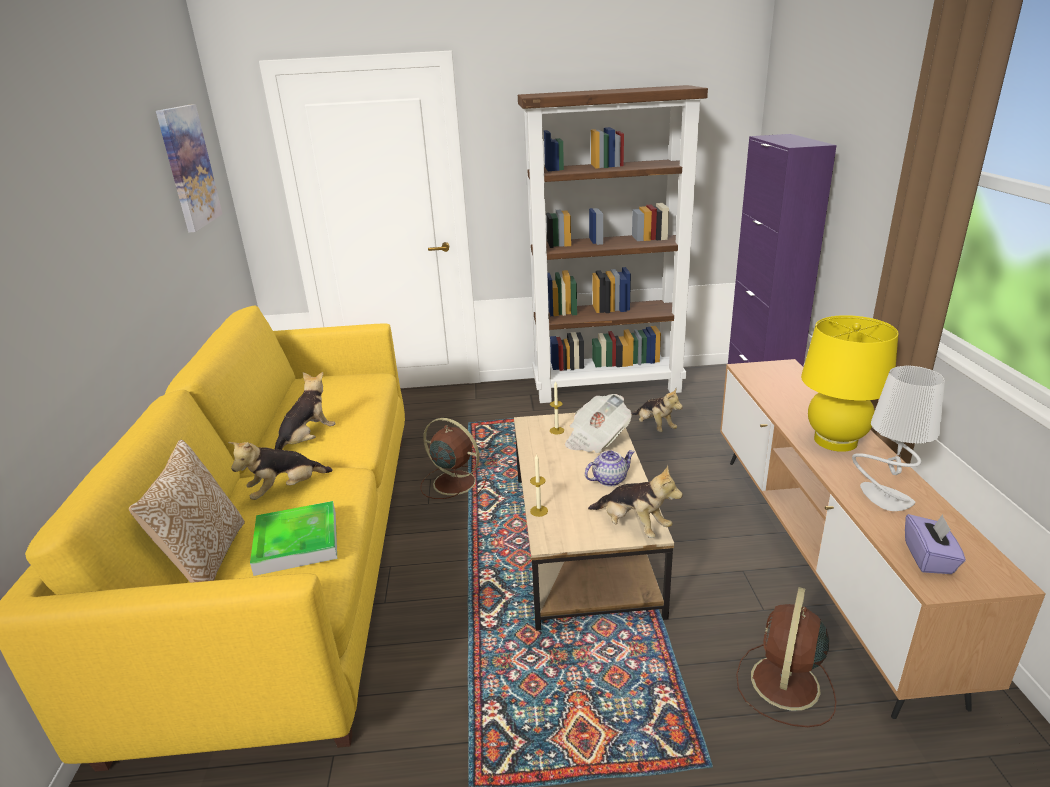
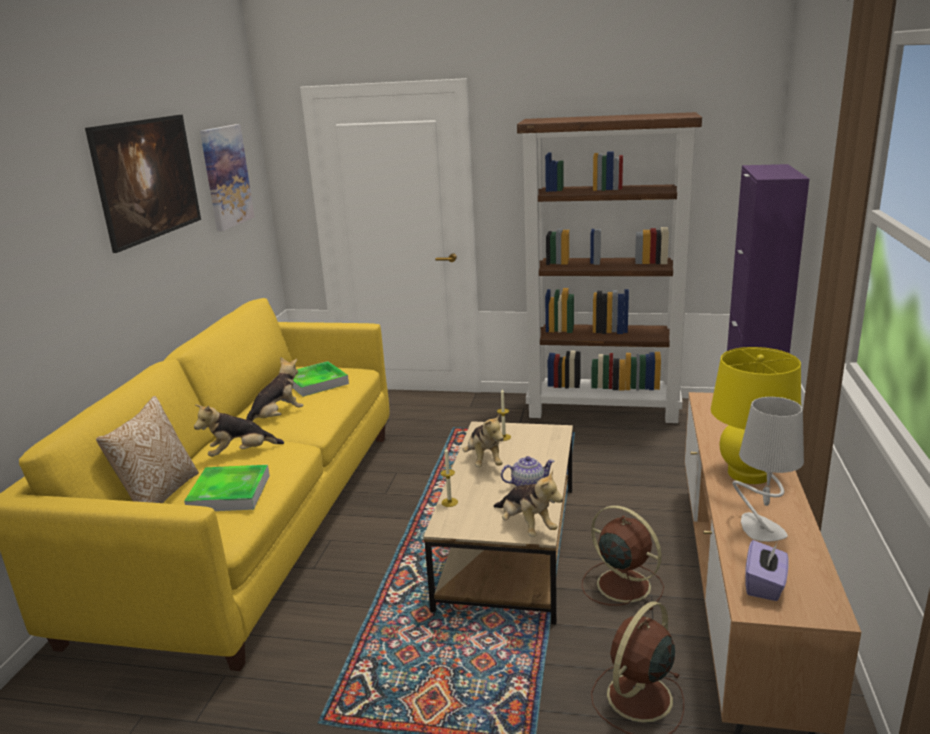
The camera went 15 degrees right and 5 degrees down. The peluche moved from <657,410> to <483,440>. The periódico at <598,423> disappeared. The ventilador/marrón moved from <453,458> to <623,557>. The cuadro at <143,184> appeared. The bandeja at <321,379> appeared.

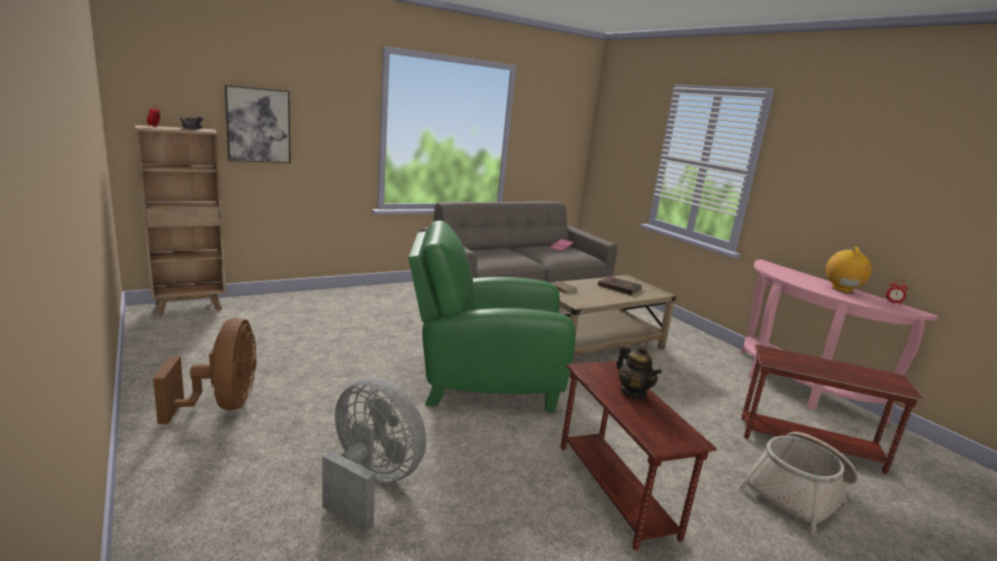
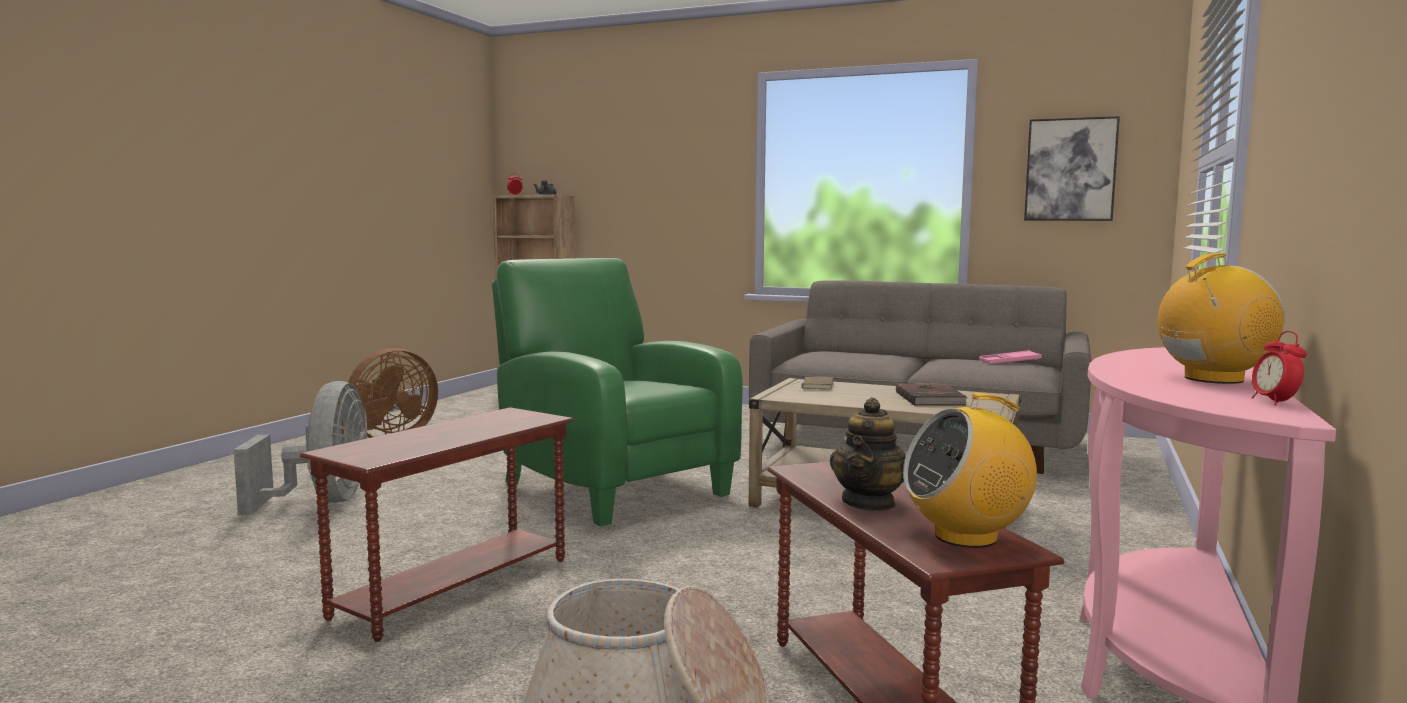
The camera went 55 degrees right and 10 degrees down. The cuadro moved from <258,124> to <1072,168>. The tetera moved from <639,372> to <868,454>. The radio at <970,470> appeared.

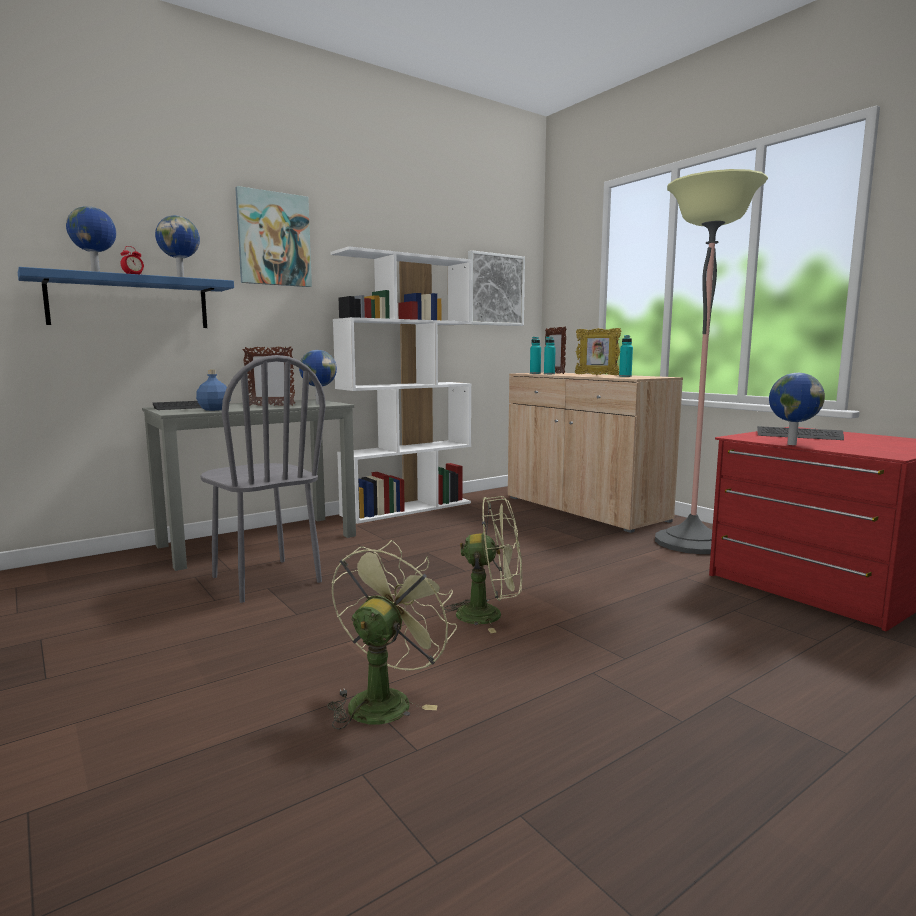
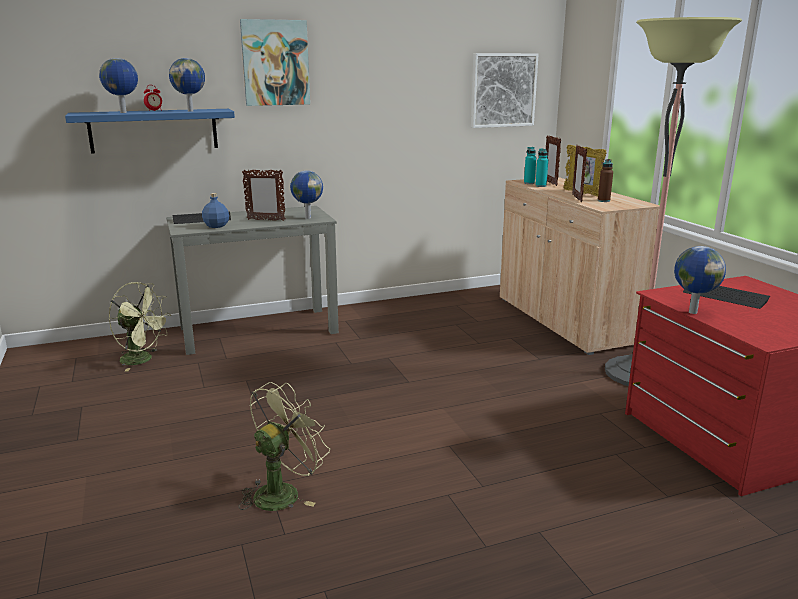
The camera went 15 degrees right and 10 degrees up. The estantería/blanco at <401,385> disappeared. The botella/turquesa at <626,356> became the botella/marrón at <605,180>. The silla/gris at <263,479> disappeared. The ventilador/verde moved from <483,564> to <140,327>. The portarretratos at <579,173> appeared.

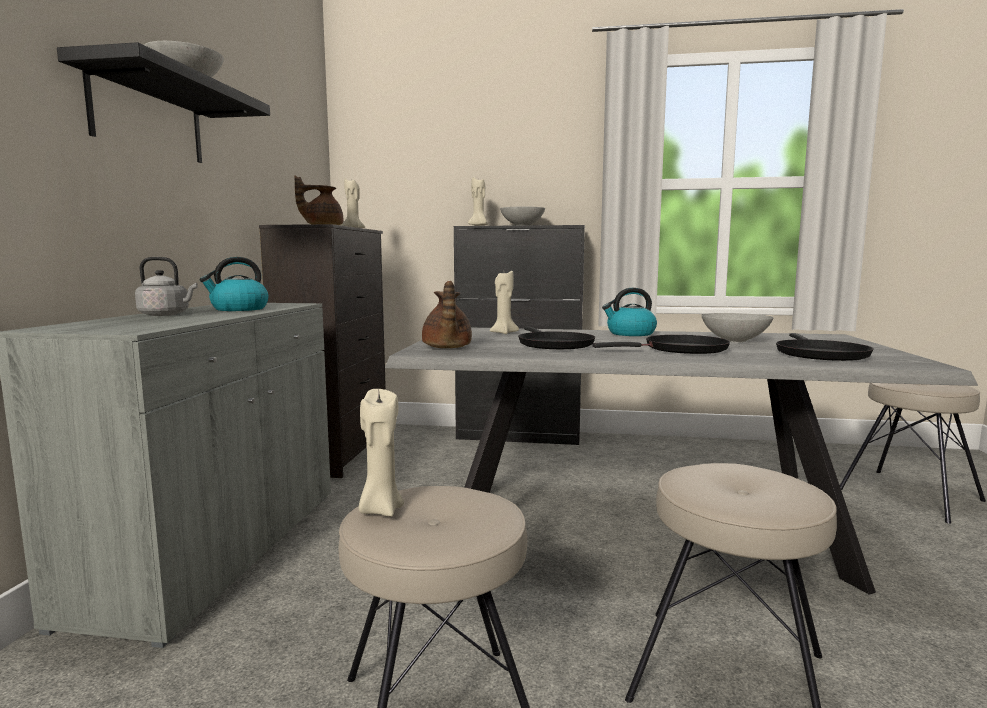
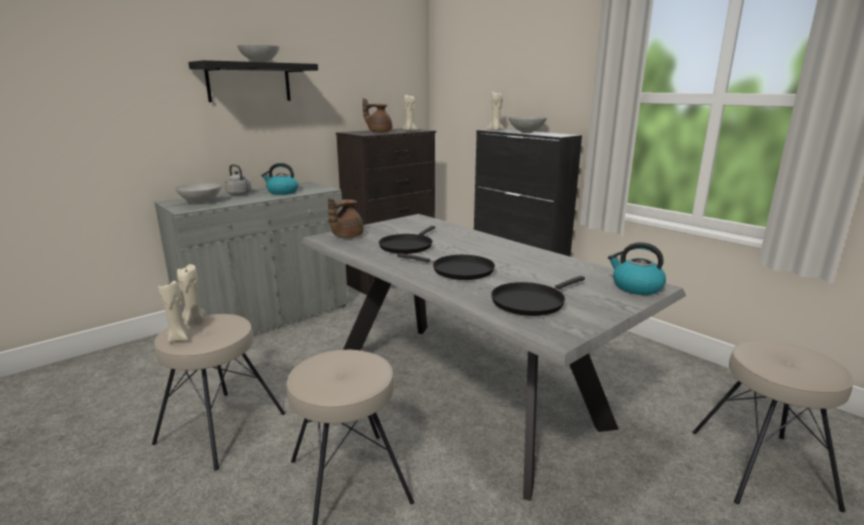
The camera went 40 degrees right and 10 degrees up. The vela/beis moved from <504,302> to <173,312>. The hervidor moved from <629,312> to <637,268>. The cuenco/gris moved from <737,328> to <198,193>.

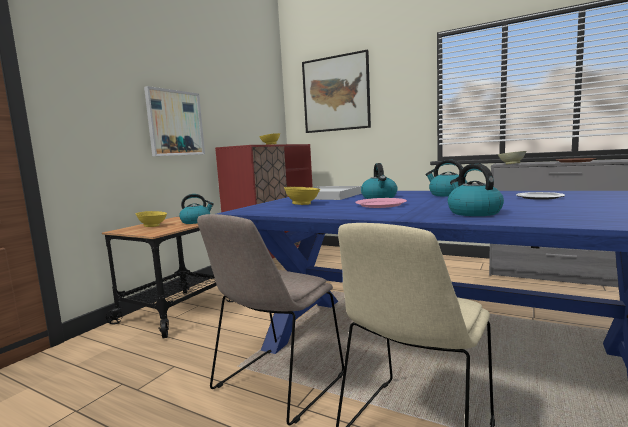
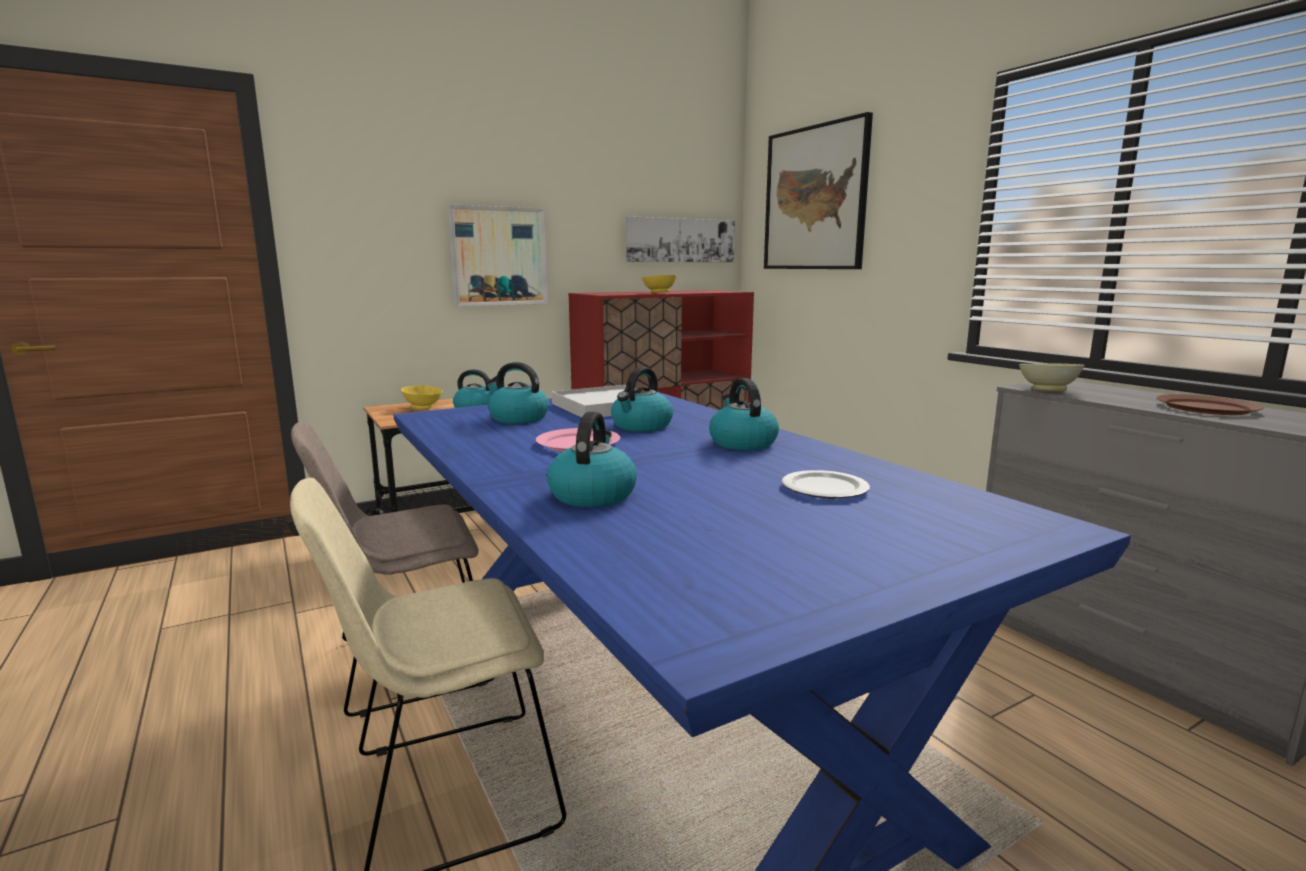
The camera went 30 degrees right and 5 degrees up. The cuenco/amarillo at <302,196> was replaced by the hervidor at <517,393>. The cuadro at <680,239> appeared.

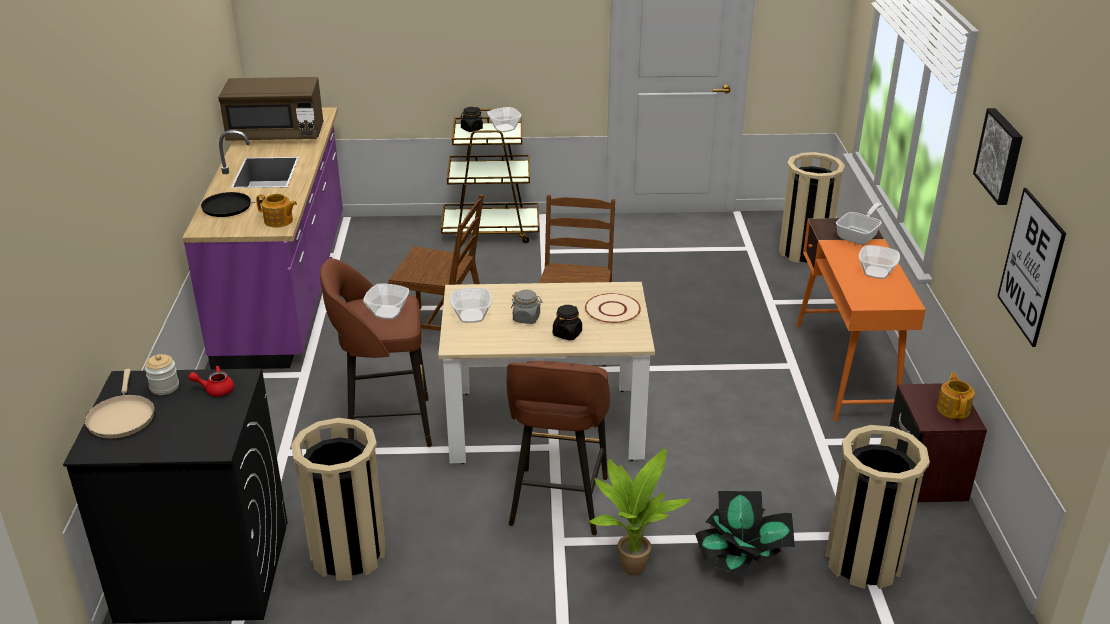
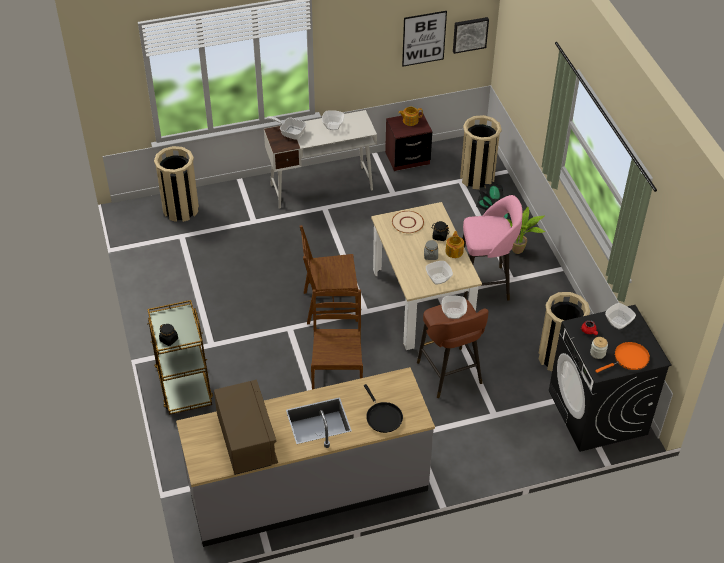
The camera went 105 degrees left and 15 degrees up. The mueble bajo de cocina/morado at <263,238> became the mueble bajo de cocina/gris at <305,457>. The cuenco moved from <504,119> to <620,316>. The cuadro moved from <998,156> to <471,35>. The tetera moved from <276,210> to <454,244>. The escritorio/naranja at <861,319> became the escritorio/blanco at <320,159>. The taburete/marrón at <558,448> became the taburete/rosa at <492,248>. The sartén/beis at <119,403> became the sartén/naranja at <622,357>.

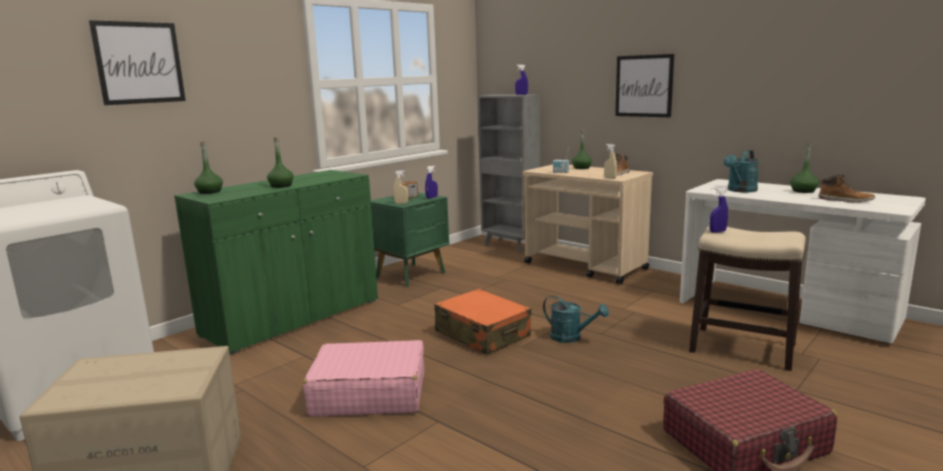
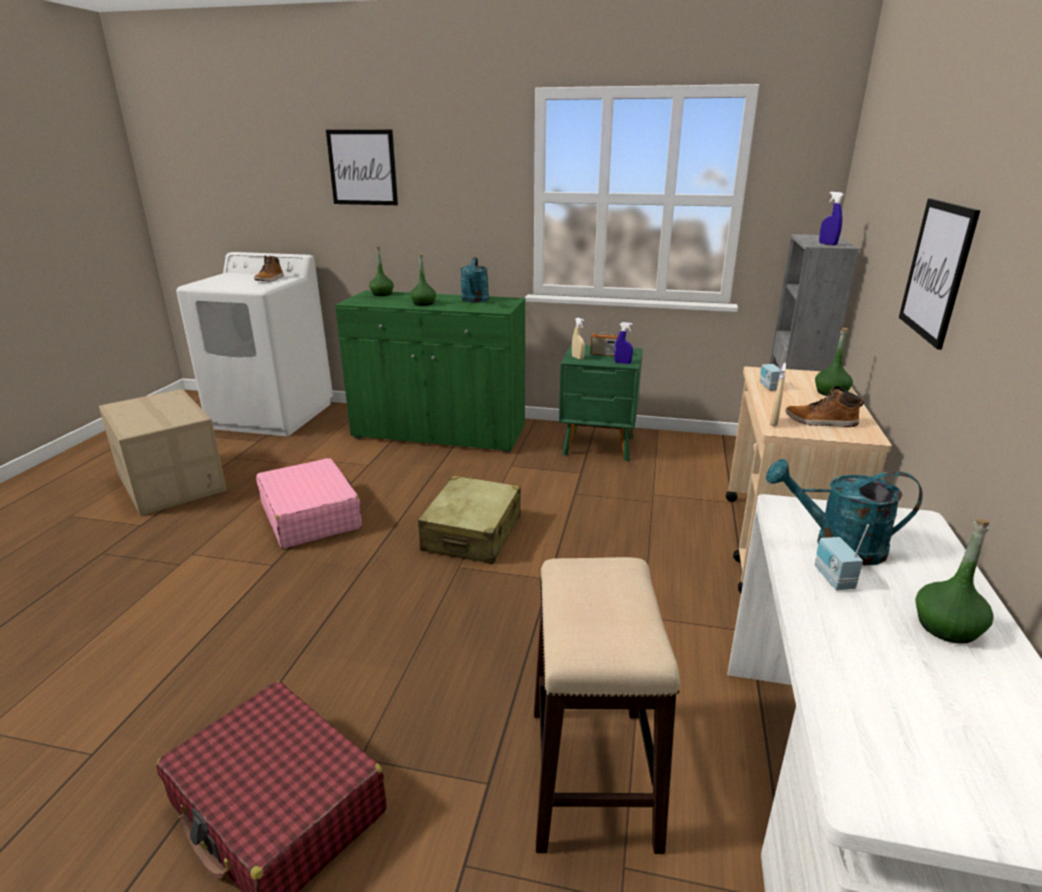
The camera went 60 degrees right and 10 degrees up. The bota moved from <846,188> to <269,269>. The pulverizador/azul at <719,210> disappeared. The maleta/naranja at <482,322> became the maleta/beis at <469,520>. The regadera/turquesa moved from <576,319> to <474,280>. The radio at <842,557> appeared.

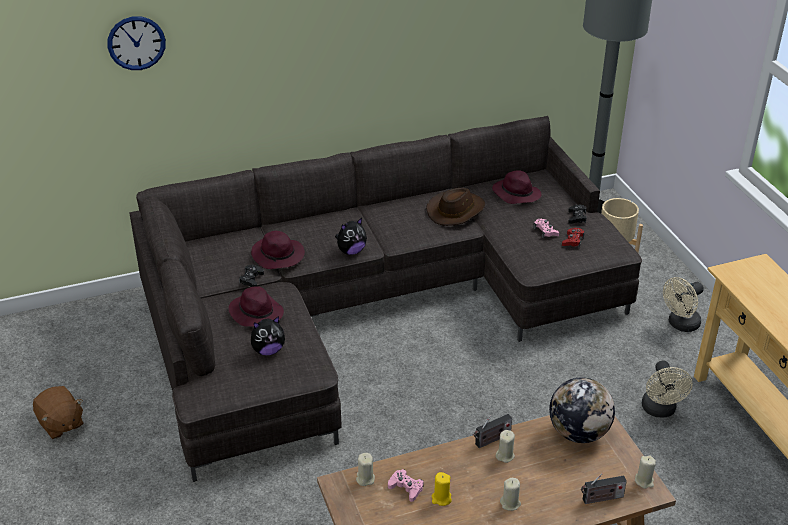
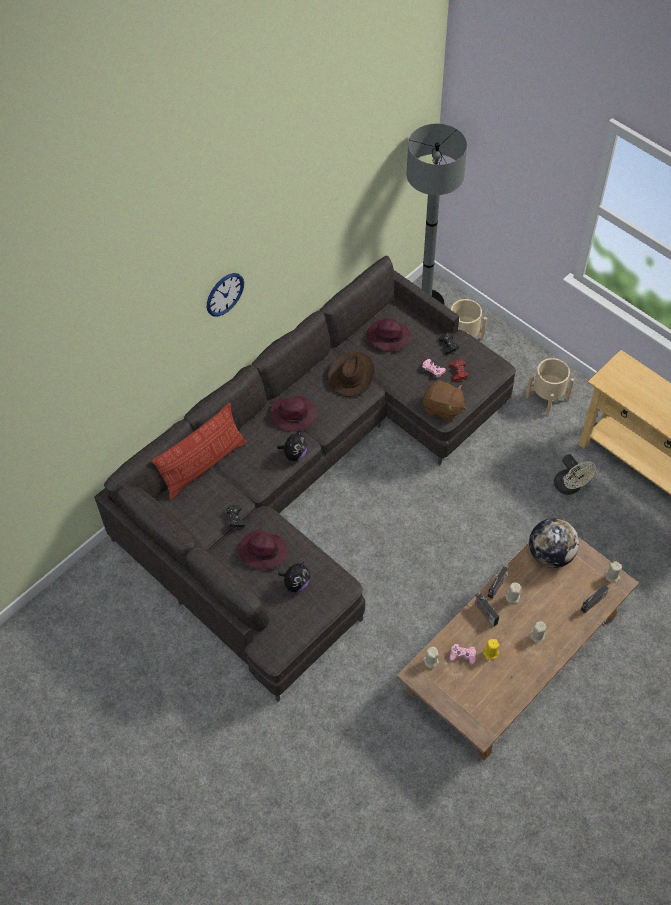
The camera went 25 degrees left and 20 degrees up. The reloj de pared moved from <136,43> to <225,295>. The sombrero/morado moved from <278,250> to <293,414>. The ventilador/beis at <683,304> was replaced by the maceta/beis at <550,387>. The peluche/marrón moved from <58,412> to <444,401>. The cojín at <199,451> appeared. The radio at <487,610> appeared.

